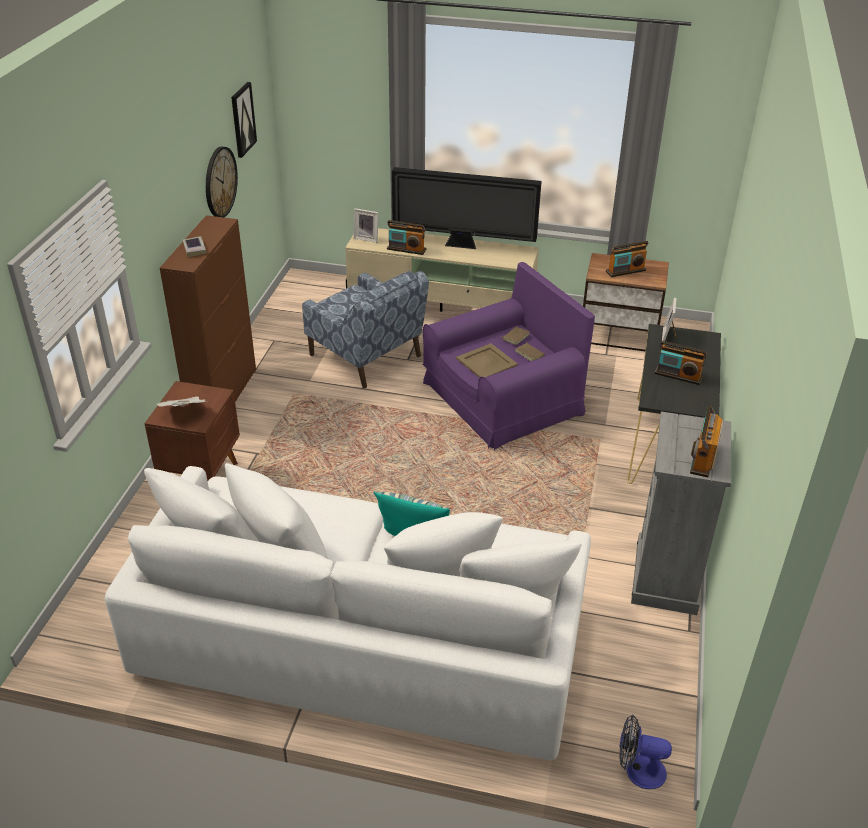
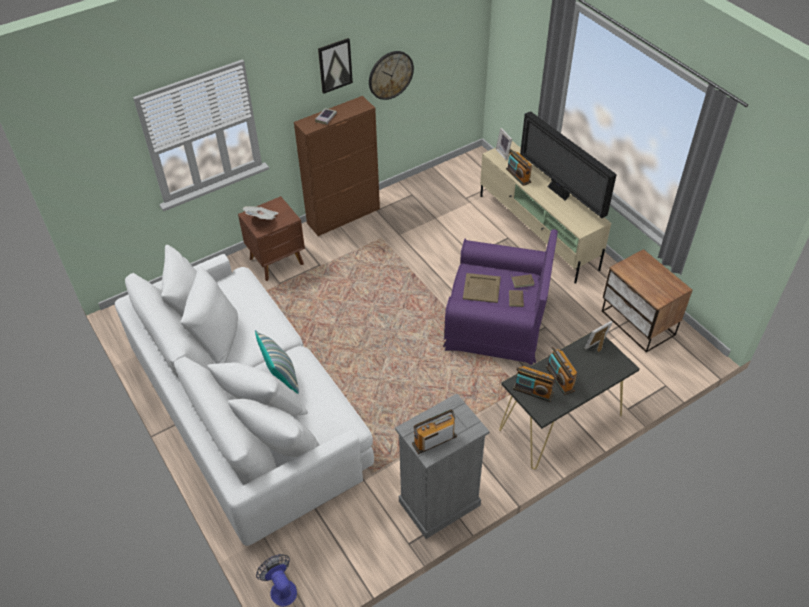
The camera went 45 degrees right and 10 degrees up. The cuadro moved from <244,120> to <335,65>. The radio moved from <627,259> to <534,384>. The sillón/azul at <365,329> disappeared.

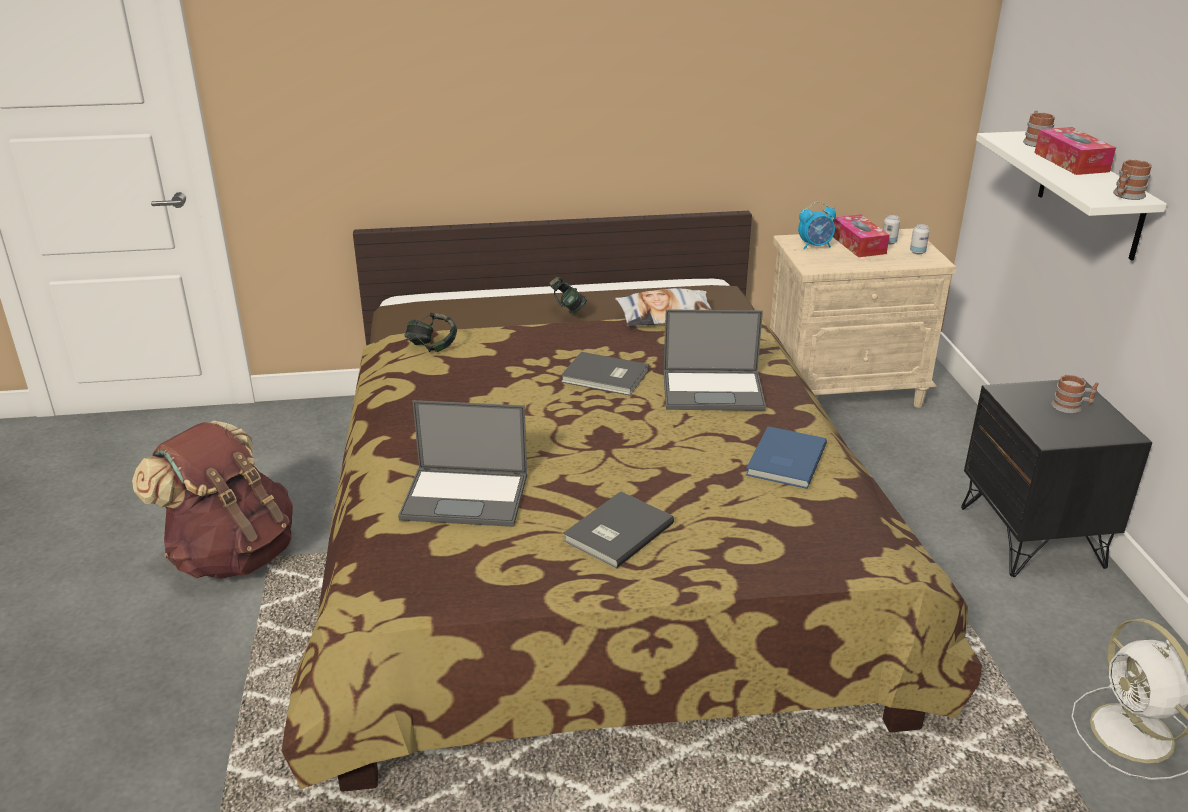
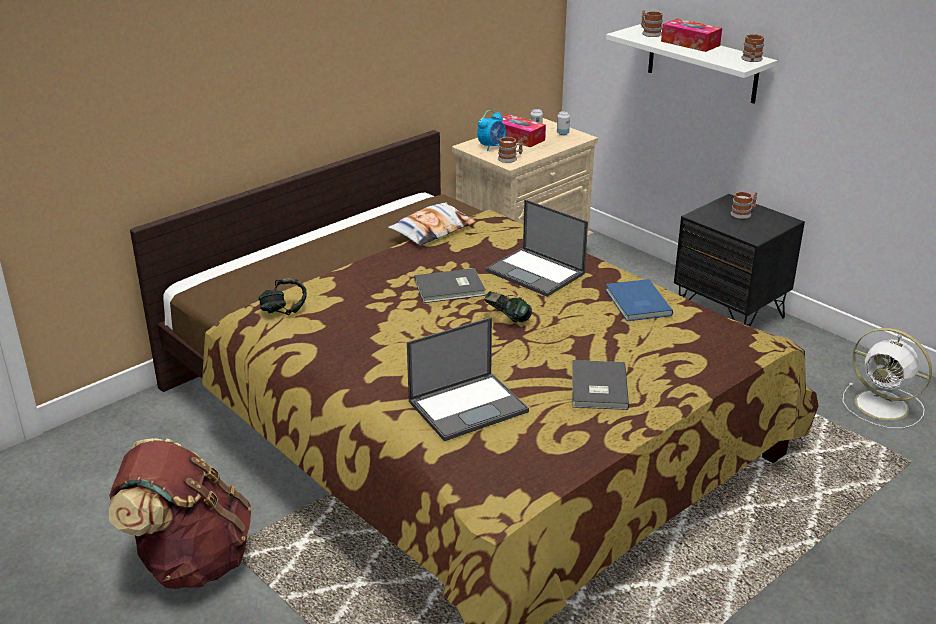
The camera went 35 degrees left and 0 degrees up. The auriculares moved from <568,295> to <508,307>. The portátil at <714,360> turned 75 degrees clockwise. The taza grande at <510,150> appeared.

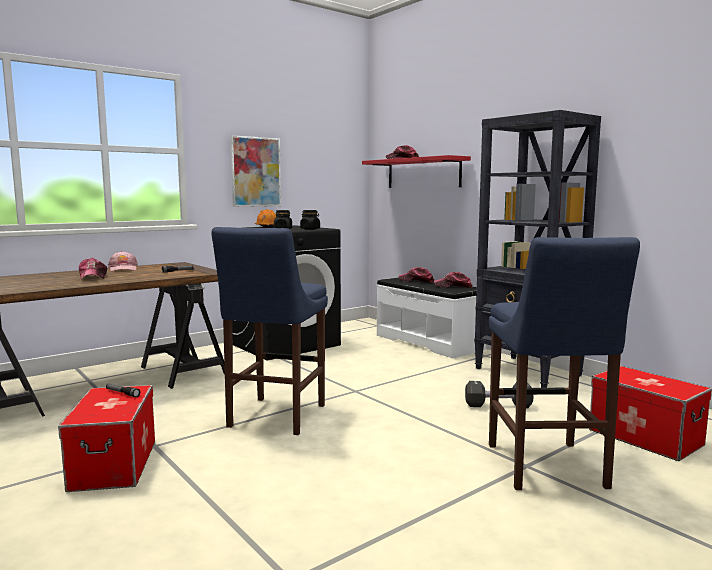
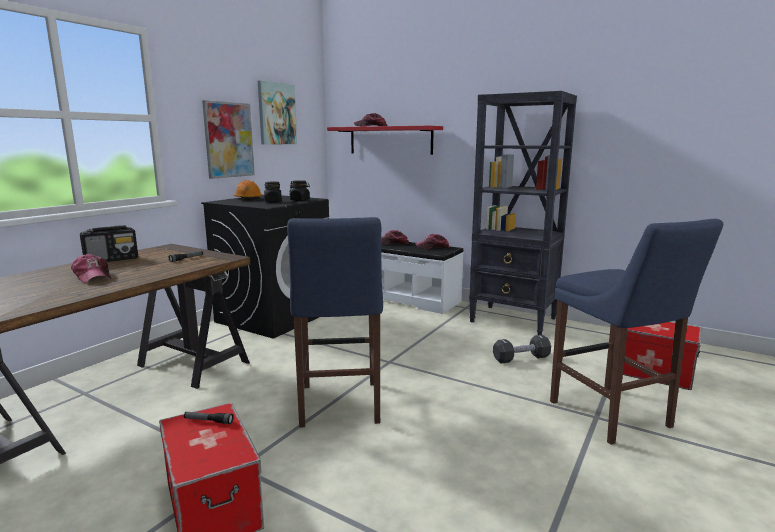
The camera went 20 degrees left and 5 degrees up. The gorra/rosa at <123,261> was replaced by the radio at <109,243>. The cuadro at <277,112> appeared.

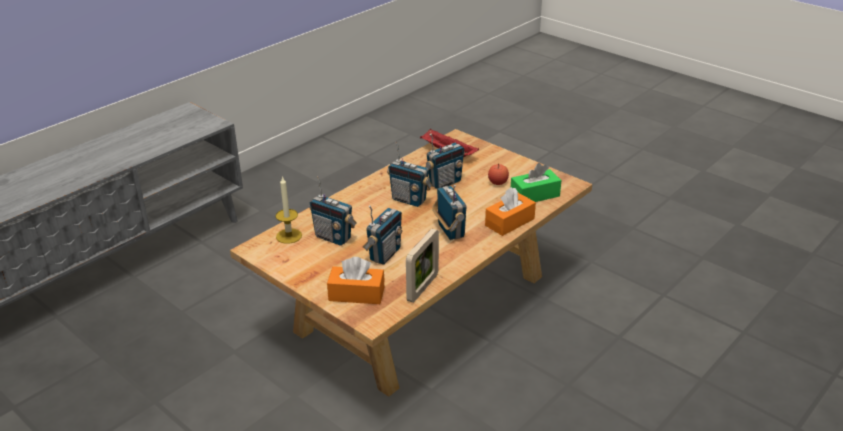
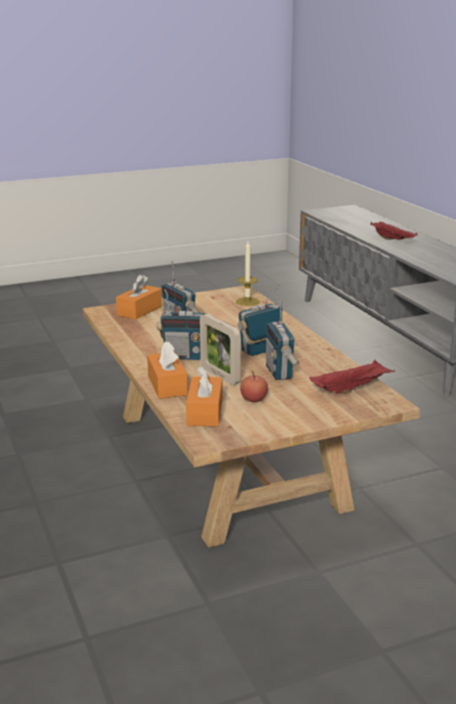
The camera went 115 degrees right and 10 degrees down. The caja de pañuelos/verde at <536,182> became the caja de pañuelos/naranja at <204,396>. The radio at <333,211> disappeared. The portarretratos moved from <422,266> to <220,349>. The bandeja/rojo at <394,231> appeared.

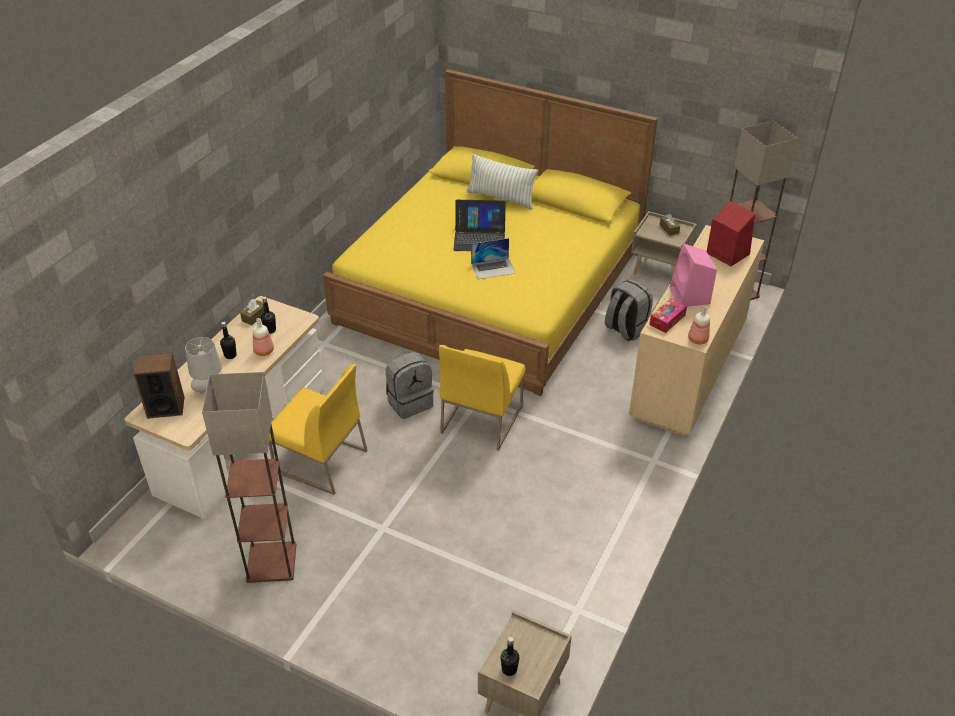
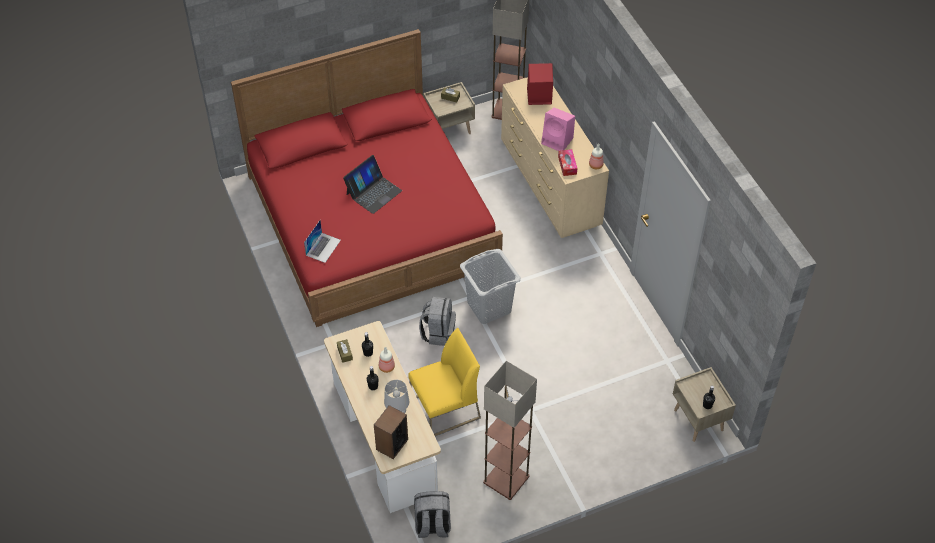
The camera went 50 degrees left and 10 degrees up. The cama/amarillo at <490,232> became the cama/rojo at <367,178>. The cojín at <502,181> disappeared. The portátil moved from <493,258> to <322,241>. The mochila/gris moved from <629,310> to <432,514>. The silla/amarillo at <482,398> was replaced by the cesto de la ropa/gris at <490,286>.

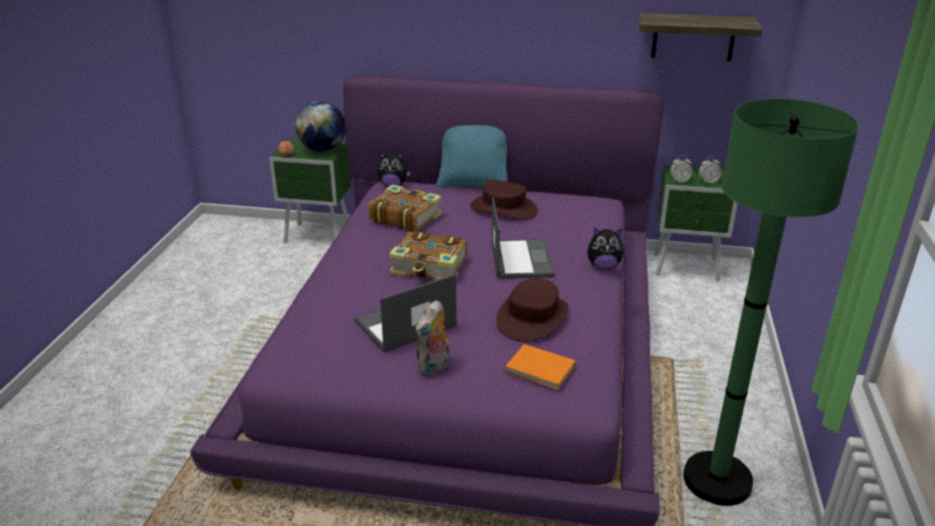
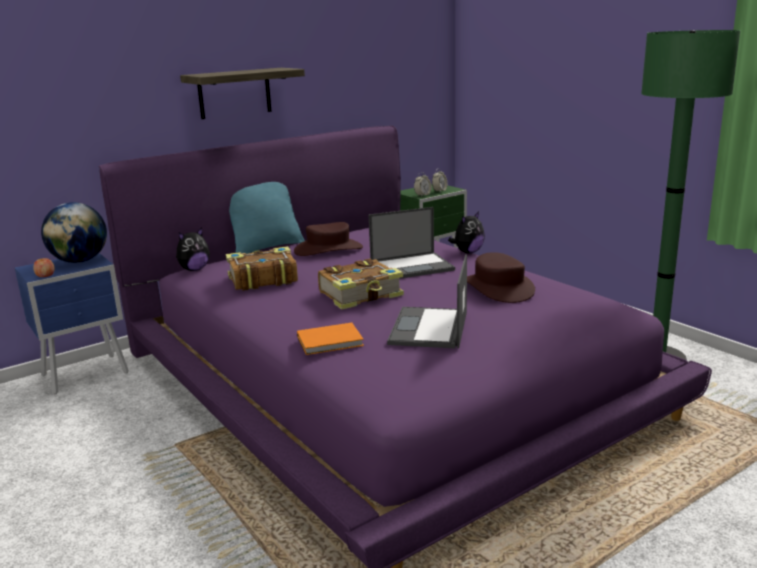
The camera went 45 degrees left and 10 degrees down. The estante moved from <700,37> to <242,93>. The mesita de noche/verde at <310,191> became the mesita de noche/azul at <72,324>. The portátil at <523,238> turned 120 degrees clockwise. The peluche at <432,338> disappeared. The libro/naranja moved from <540,367> to <330,339>.

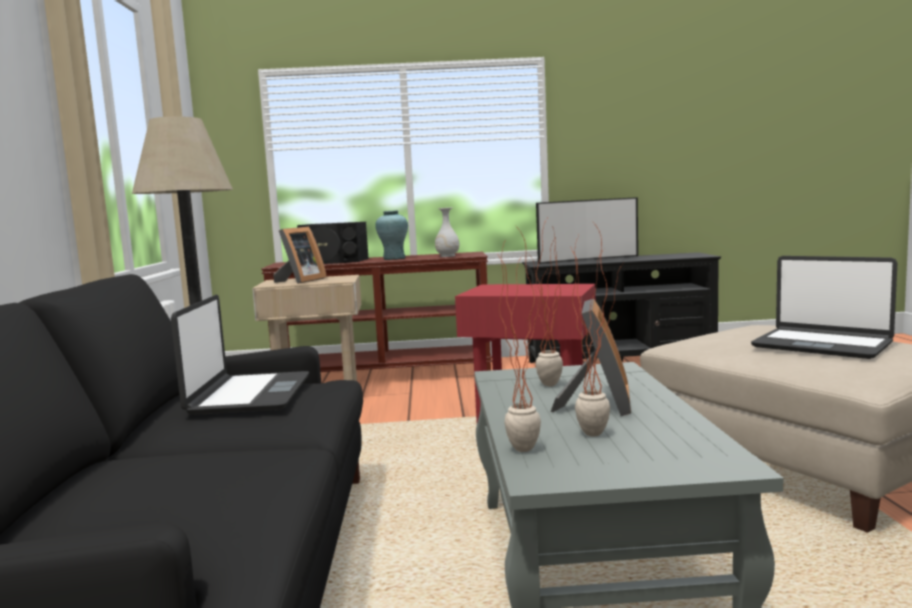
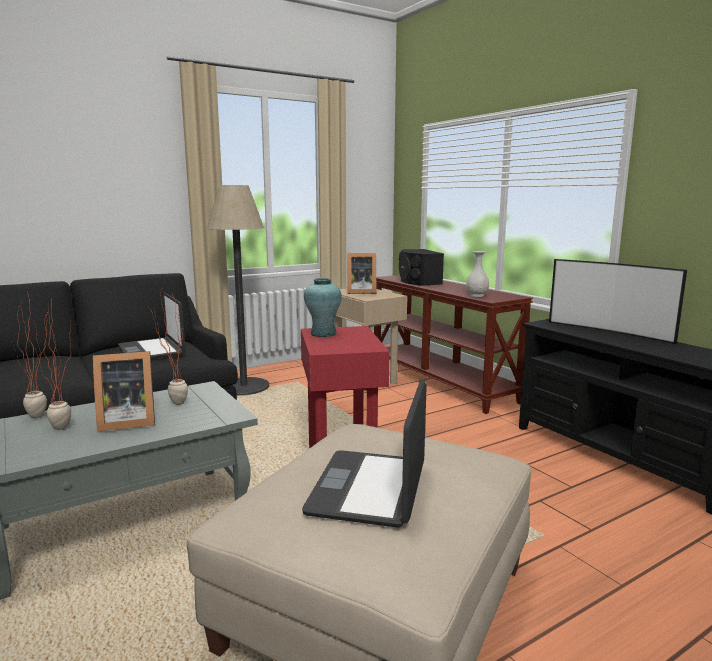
The camera went 60 degrees right and 5 degrees up. The florero/turquesa moved from <391,235> to <323,307>. The portátil at <240,354> turned 90 degrees clockwise.

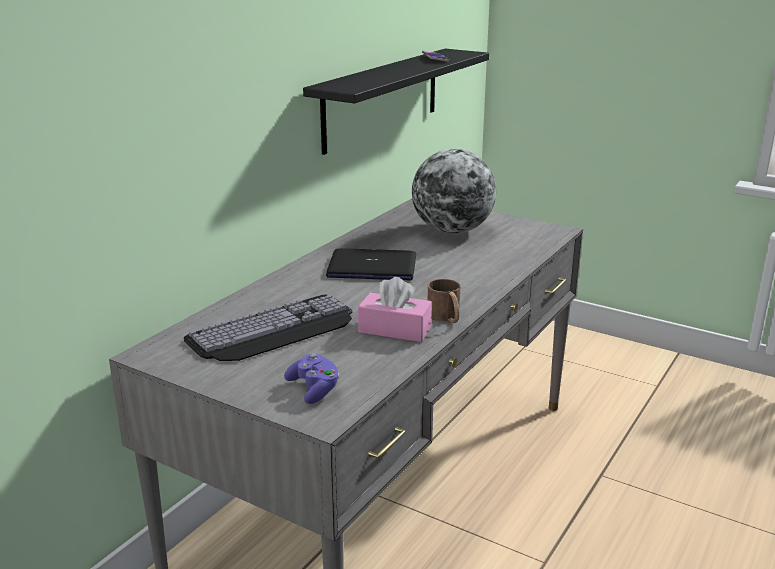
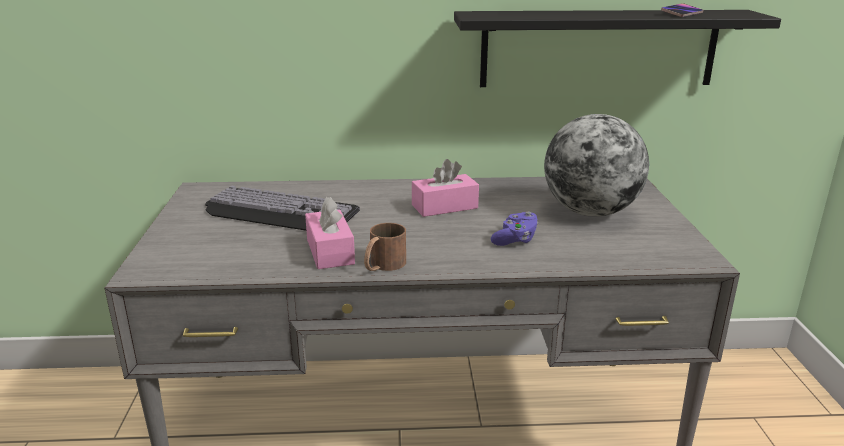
The camera went 55 degrees right and 0 degrees up. The portátil at <371,264> was replaced by the caja de pañuelos/rosa at <445,188>. The mando de consola/morado moved from <312,379> to <514,228>.

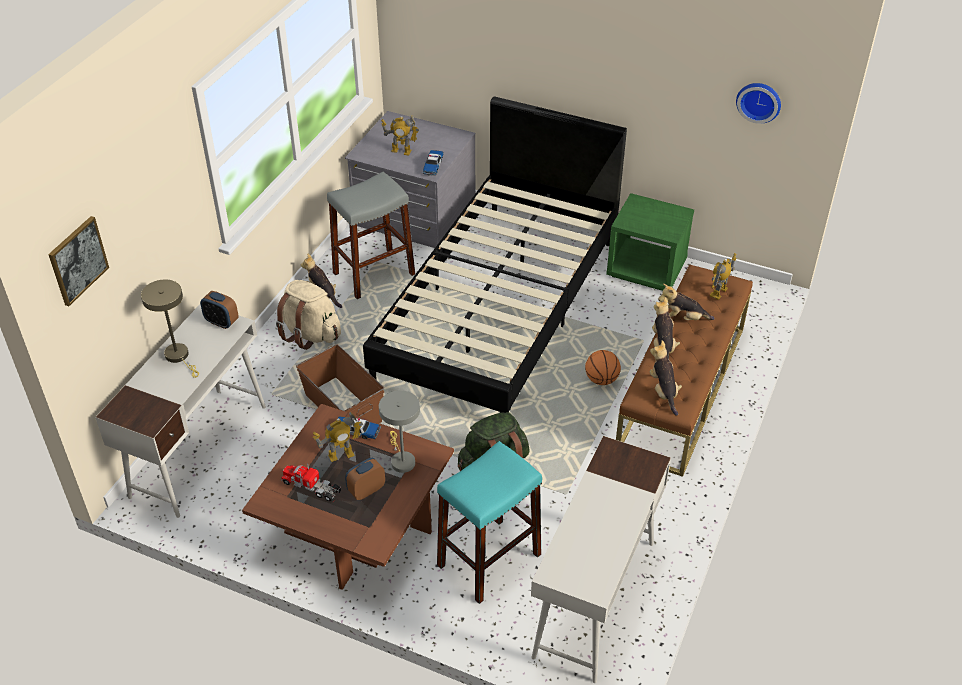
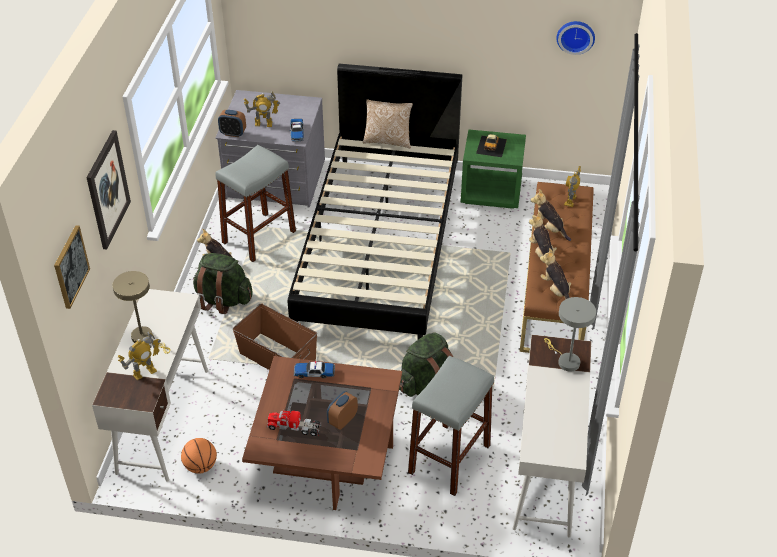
The camera went 15 degrees left and 0 degrees up. The mochila/beis at <308,315> became the mochila/verde at <223,283>. The peluche at <686,302> turned 60 degrees clockwise. The despertador moved from <219,310> to <232,123>. The balón de baloncesto moved from <603,367> to <199,456>. The lámpara de mesa/gris moved from <399,431> to <570,334>. The robot de juguete moved from <338,437> to <139,355>. The taburete/turquesa at <489,522> became the taburete/gris at <451,426>. The cojín at <388,124> appeared. The cuadro at <108,190> appeared. The coche de juguete at <491,145> appeared.

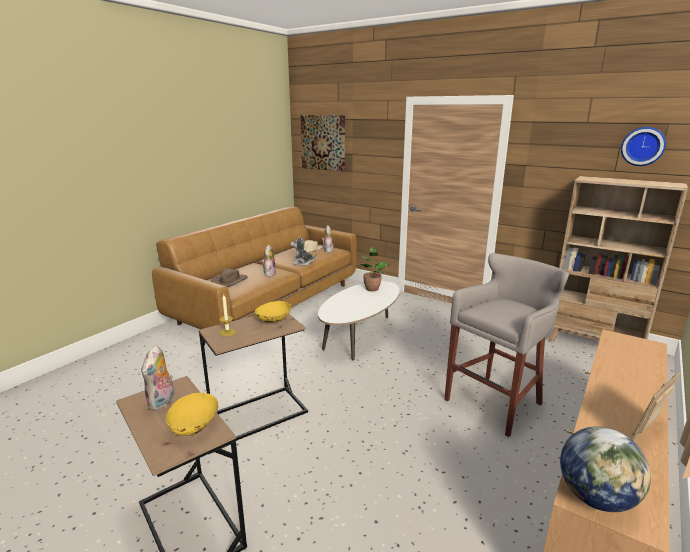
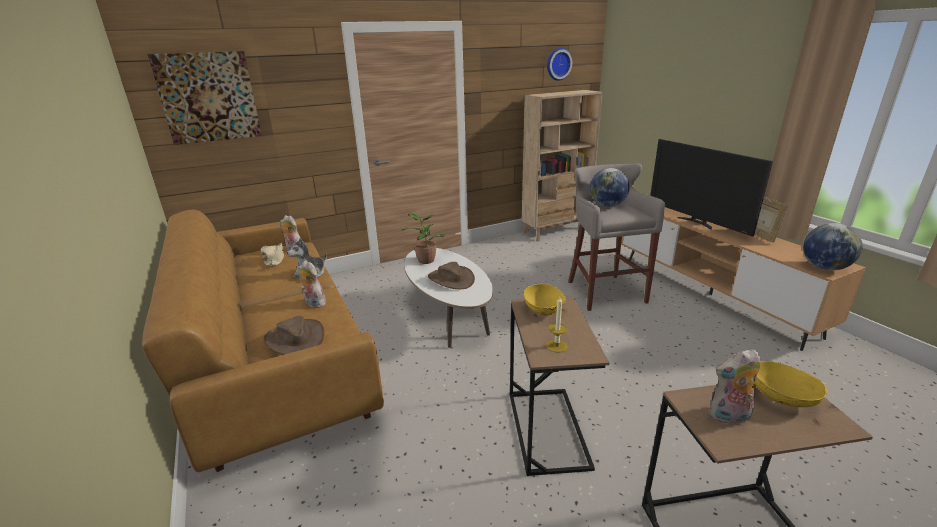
The camera went 60 degrees left and 5 degrees up. The peluche at <157,378> turned 135 degrees clockwise. The televisor at <711,187> appeared. The globo terráqueo at <610,187> appeared. The sombrero/marrón at <451,275> appeared.

